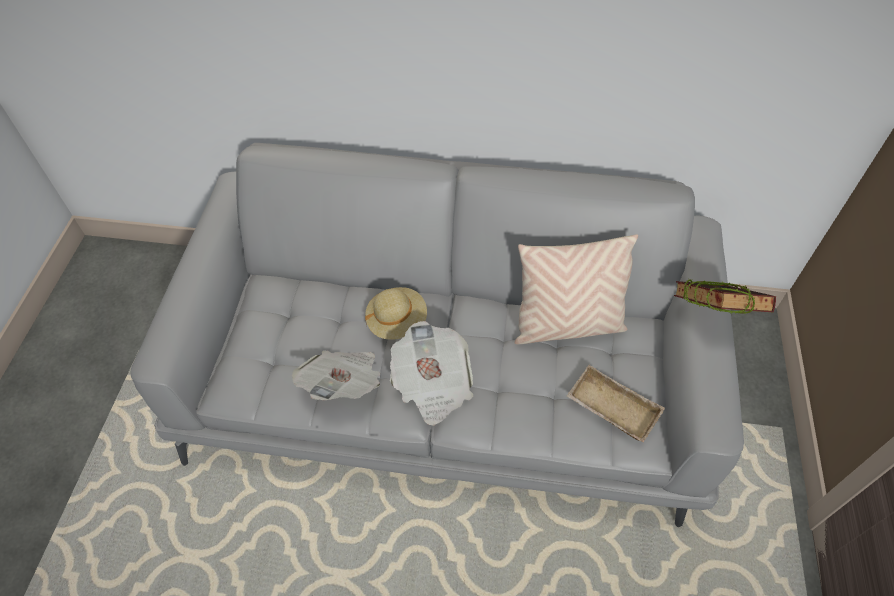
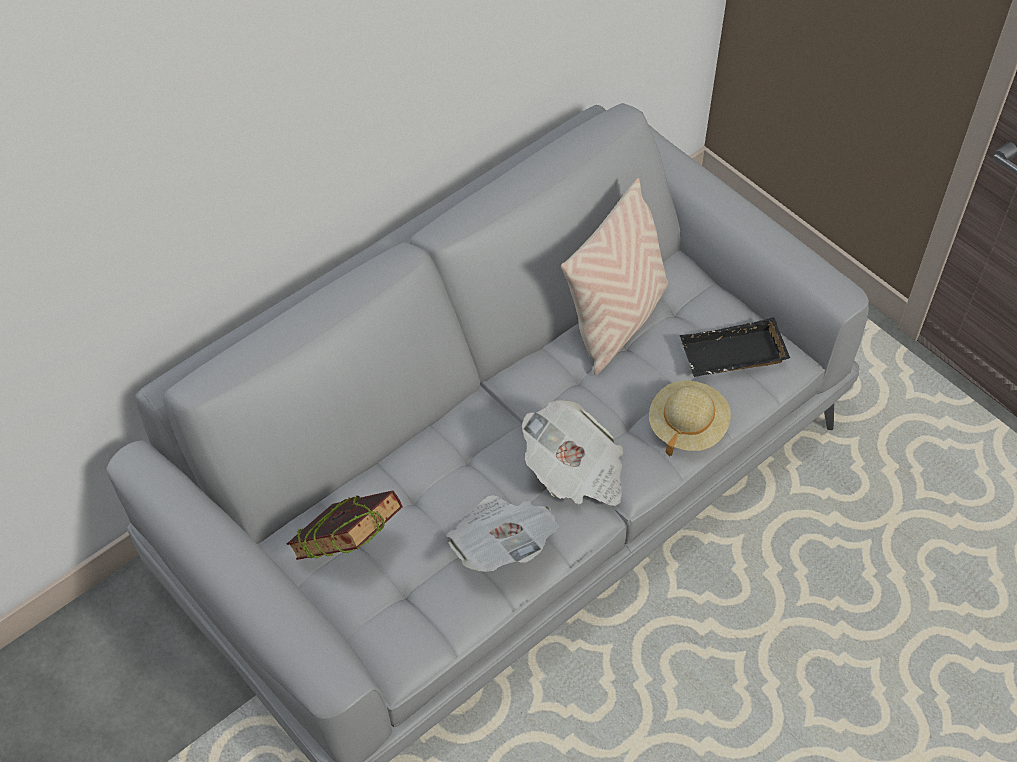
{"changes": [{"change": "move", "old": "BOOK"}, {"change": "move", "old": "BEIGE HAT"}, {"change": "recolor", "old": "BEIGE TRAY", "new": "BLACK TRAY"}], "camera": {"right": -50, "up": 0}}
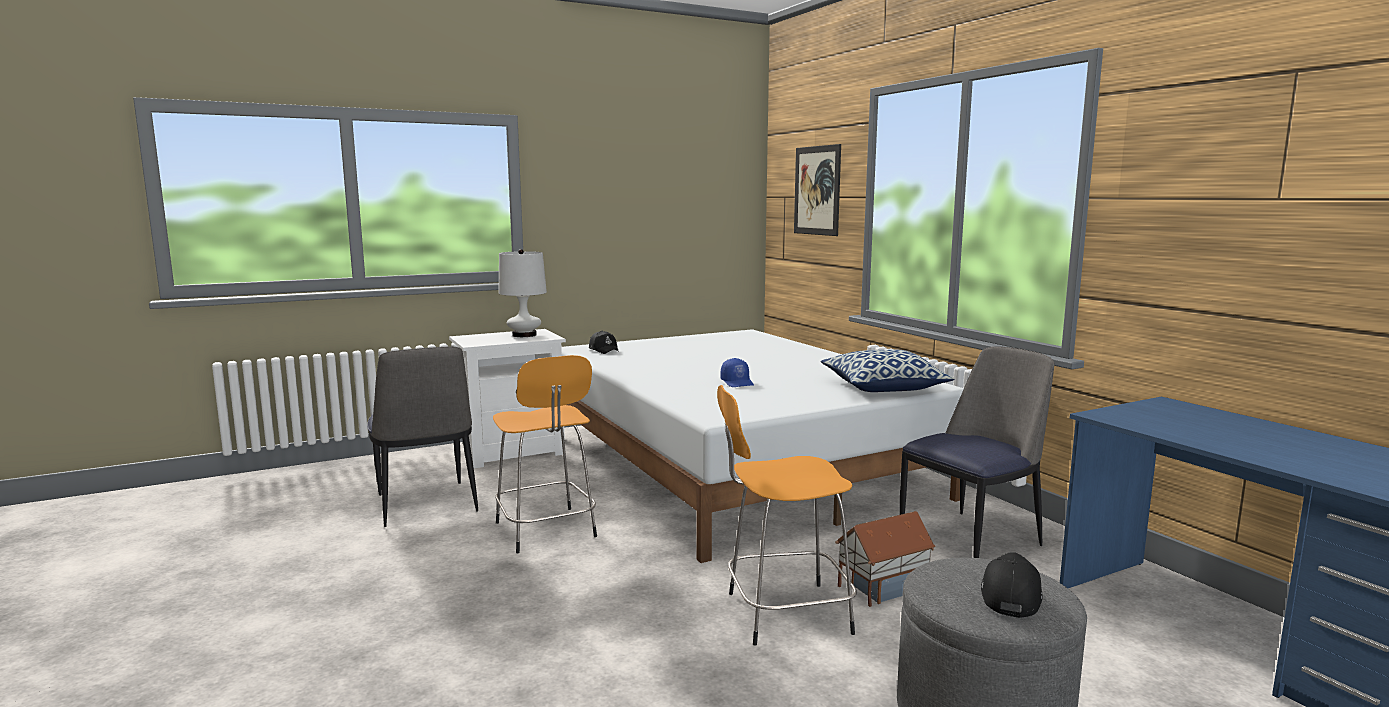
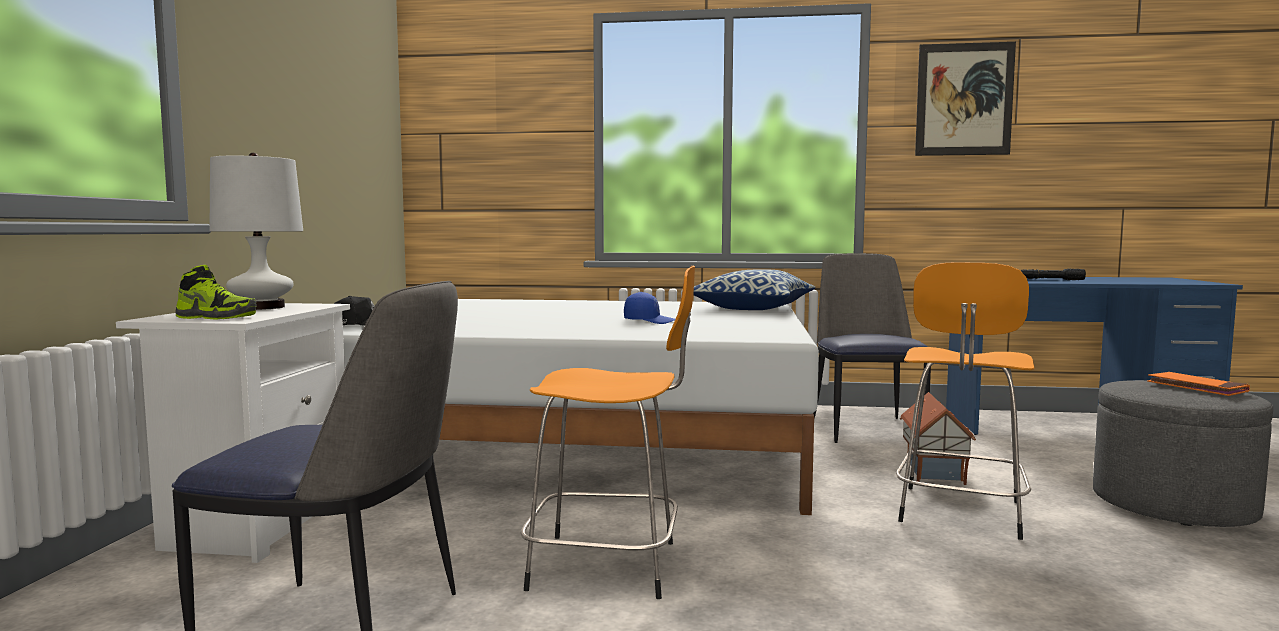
{"changes": [{"change": "move", "old": "PICTURE"}, {"change": "replace", "old": "BLACK CAP (2nd from left)", "new": "ORANGE BOOK"}, {"change": "insert", "new": "SHOE"}, {"change": "insert", "new": "BLACK FLASHLIGHT"}], "camera": {"right": -55, "up": -5}}
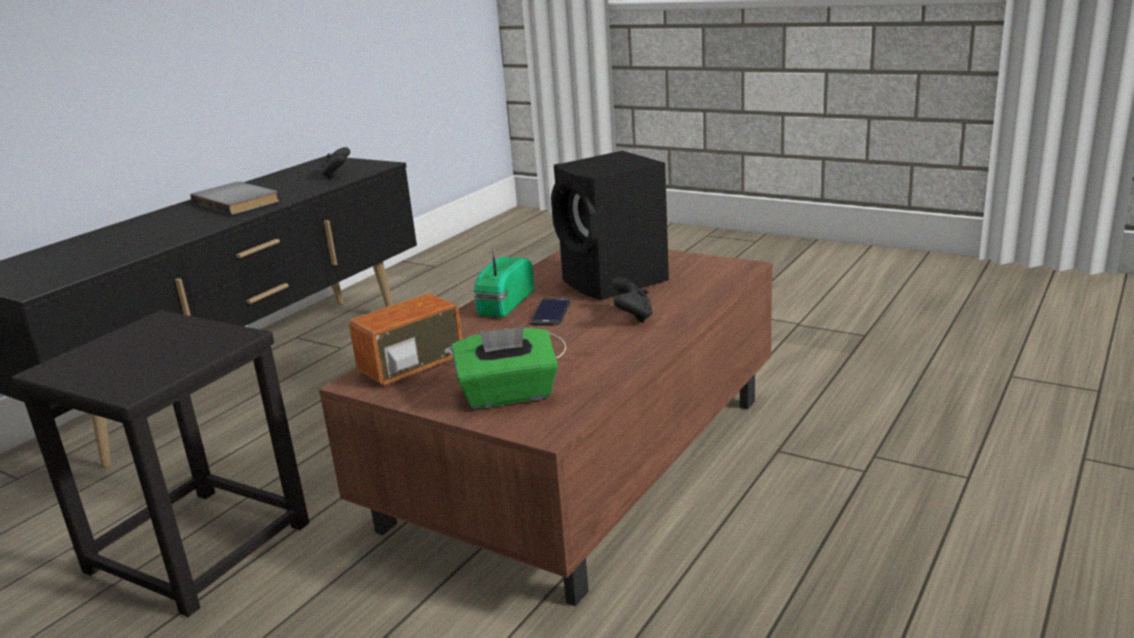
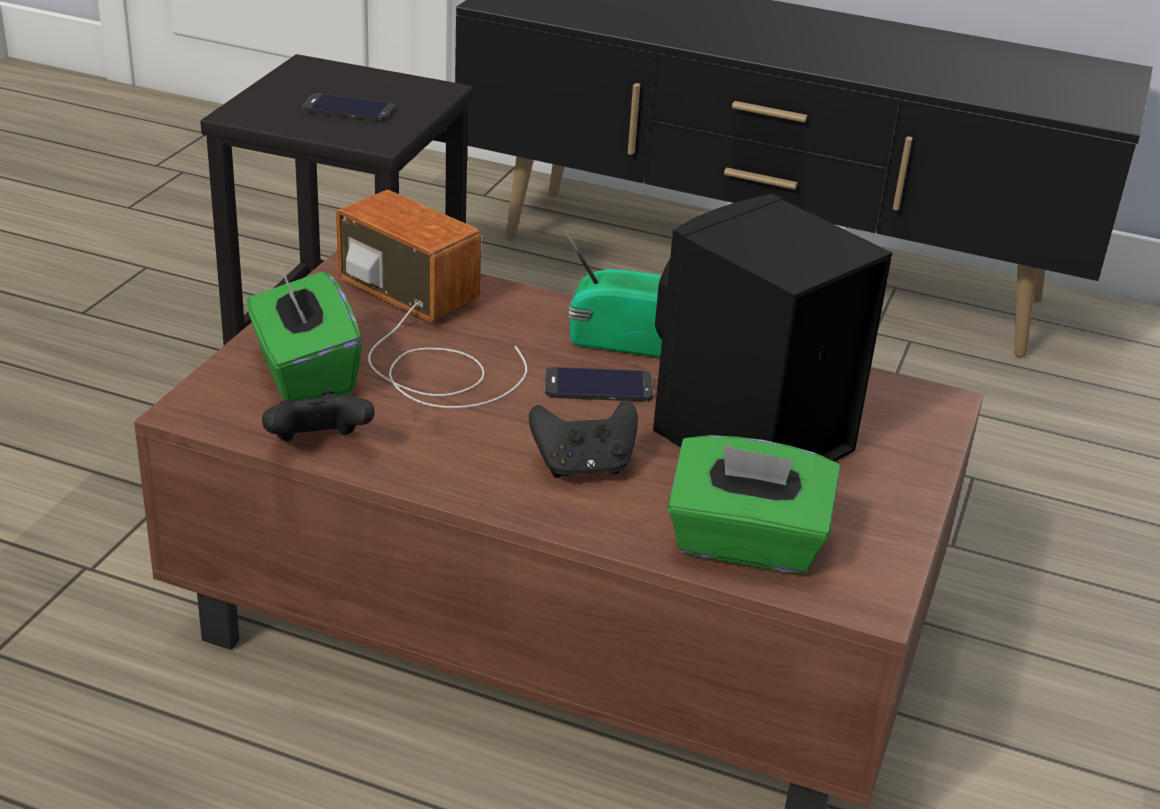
{"changes": [{"change": "move", "old": "BLACK GAME CONTROLLER (1st from left)"}, {"change": "delete", "old": "GREY BOOK"}, {"change": "insert", "new": "PHONE (1st from left)"}, {"change": "insert", "new": "GREEN TISSUE BOX (2nd from left)"}], "camera": {"right": 75, "up": 10}}
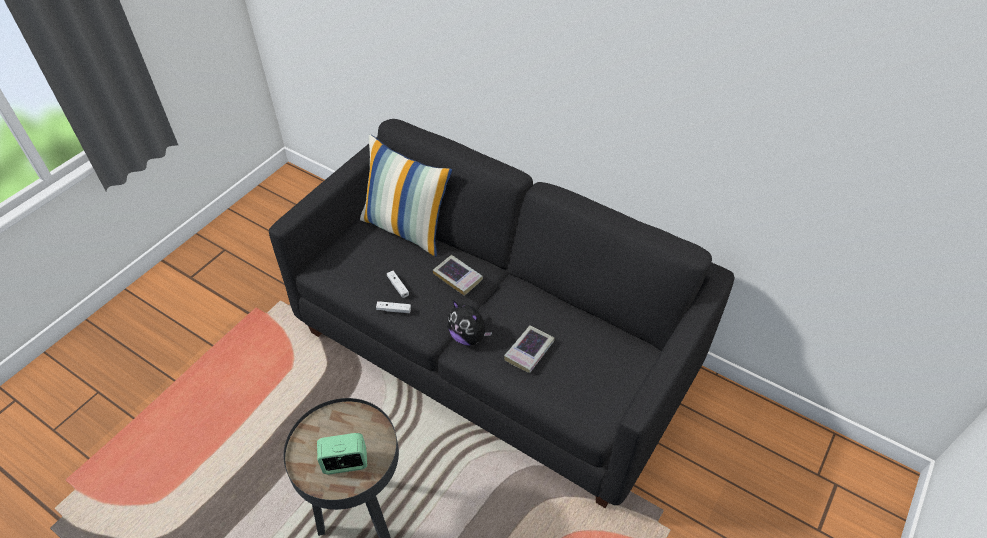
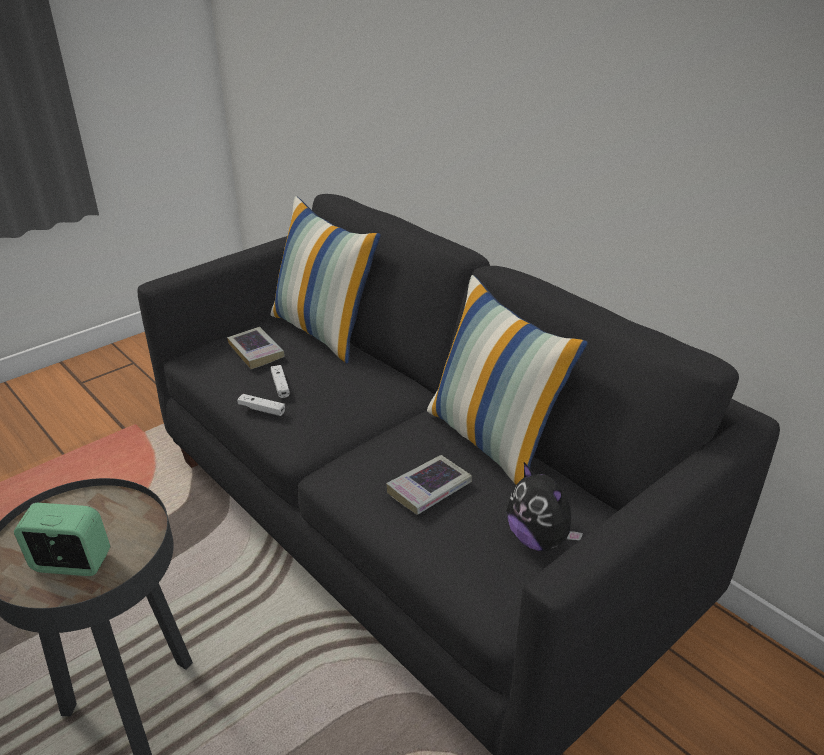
{"changes": [{"change": "move", "old": "BOOK (1st from left)"}, {"change": "move", "old": "PLUSH TOY"}, {"change": "insert", "new": "PILLOW (2nd from left)"}], "camera": {"right": 15, "up": -15}}
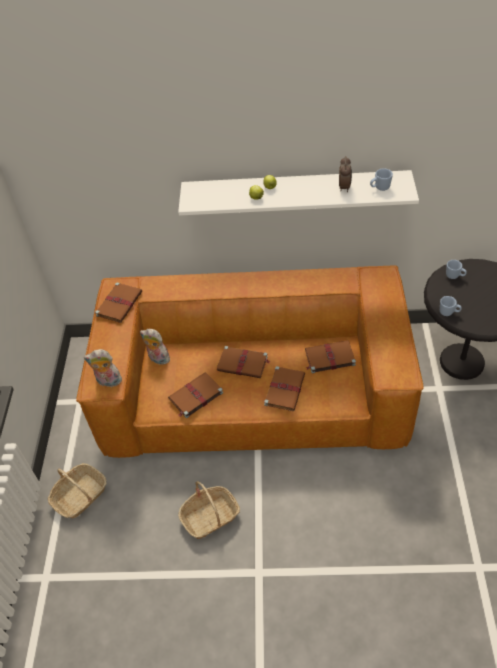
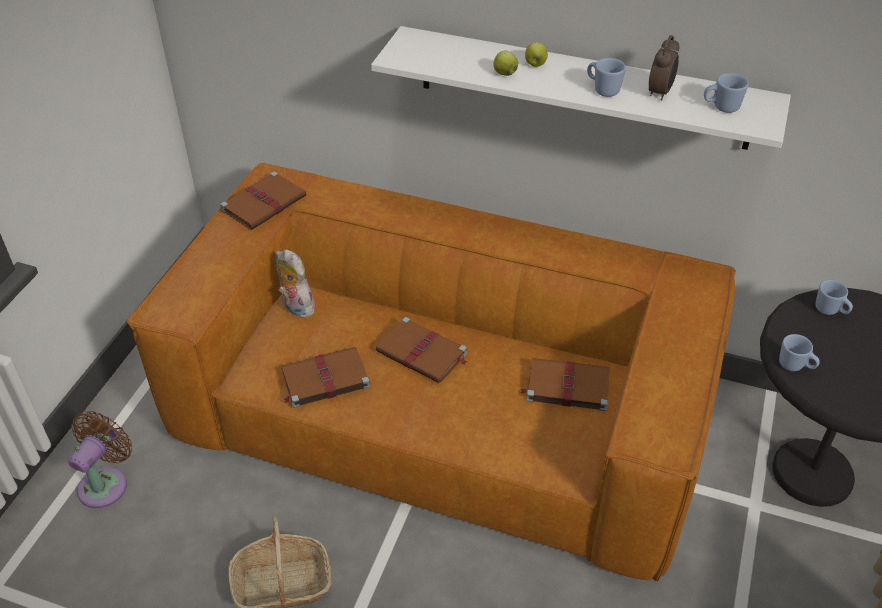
{"changes": [{"change": "delete", "old": "PLUSH TOY (1st from left)"}, {"change": "delete", "old": "BROWN BOOK (4th from left)"}, {"change": "replace", "old": "BASKET (1st from left)", "new": "BROWN FAN"}, {"change": "insert", "new": "BLUE MUG (1st from left)"}], "camera": {"right": 15, "up": -5}}
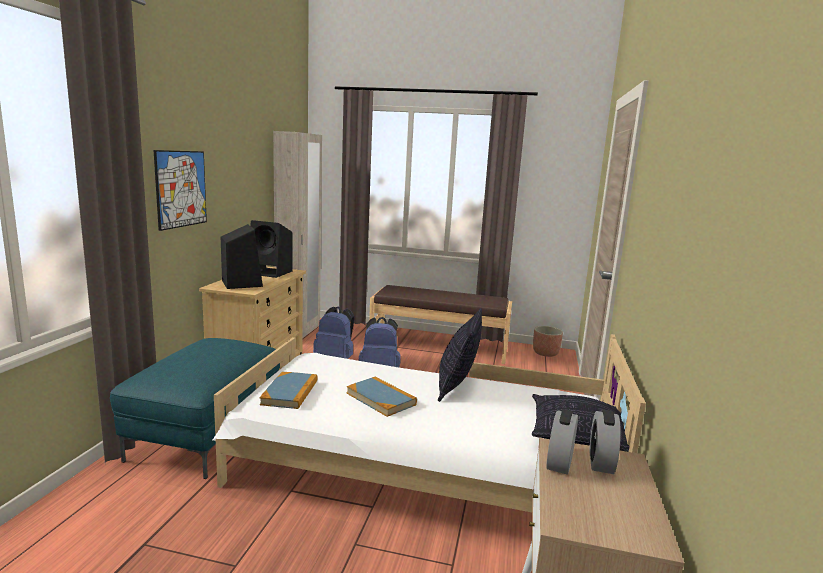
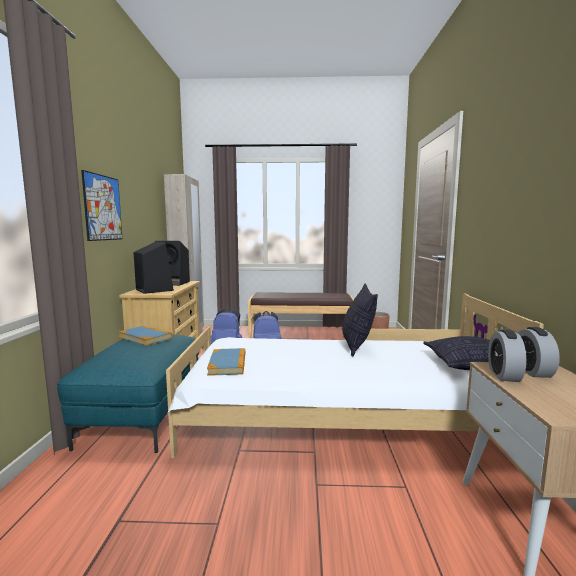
{"changes": [{"change": "move", "old": "BOOK (2nd from left in the first image)", "new": "BOOK (1st from left)"}], "camera": {"right": -10, "up": -5}}
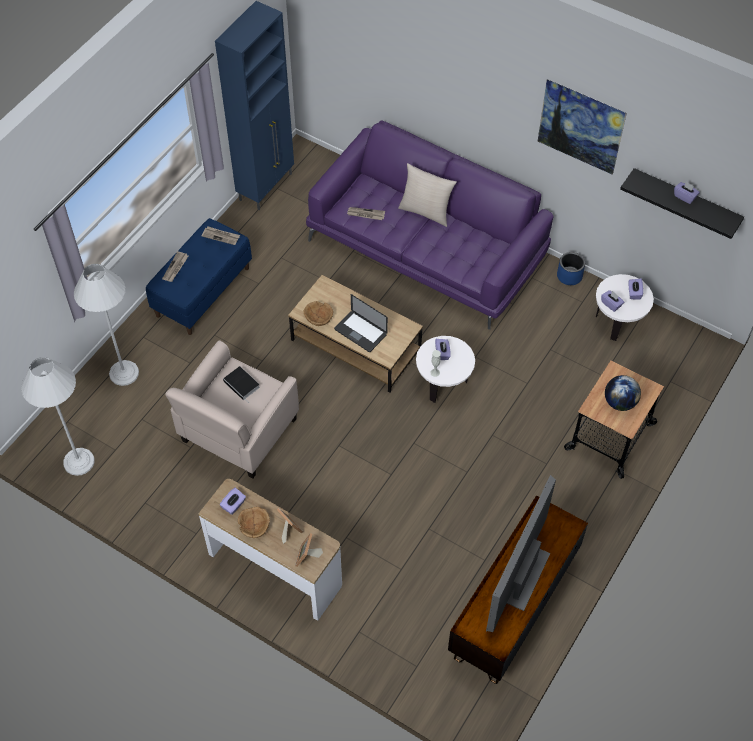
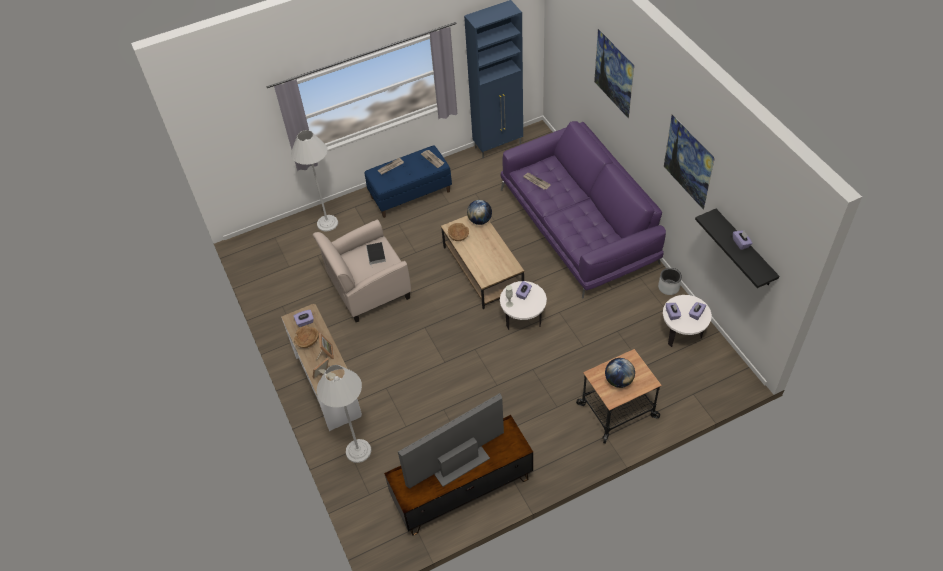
{"changes": [{"change": "delete", "old": "BEIGE PILLOW"}, {"change": "recolor", "old": "BLUE PLANTER", "new": "GREY PLANTER"}, {"change": "delete", "old": "LAPTOP"}, {"change": "move", "old": "WHITE FLOOR LAMP (1st from left in the first image)", "new": "WHITE FLOOR LAMP (2nd from left)"}, {"change": "insert", "new": "PICTURE (1st from left)"}, {"change": "insert", "new": "GLOBE (1st from left)"}], "camera": {"right": 35, "up": -5}}
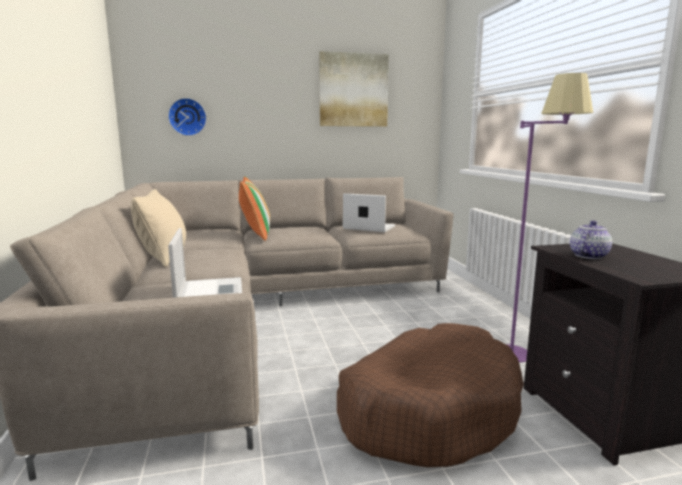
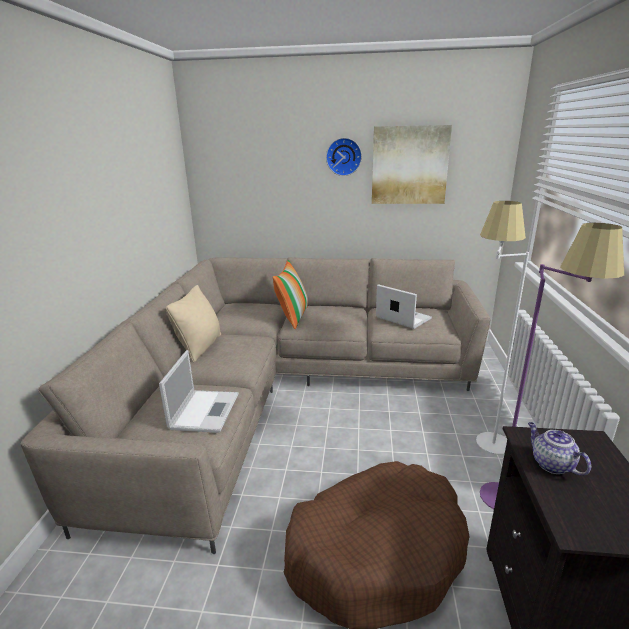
{"changes": [{"change": "move", "old": "WALL CLOCK"}, {"change": "rotate", "old": "TEAPOT", "degrees": -90}, {"change": "insert", "new": "WHITE FLOOR LAMP"}], "camera": {"right": 20, "up": 10}}
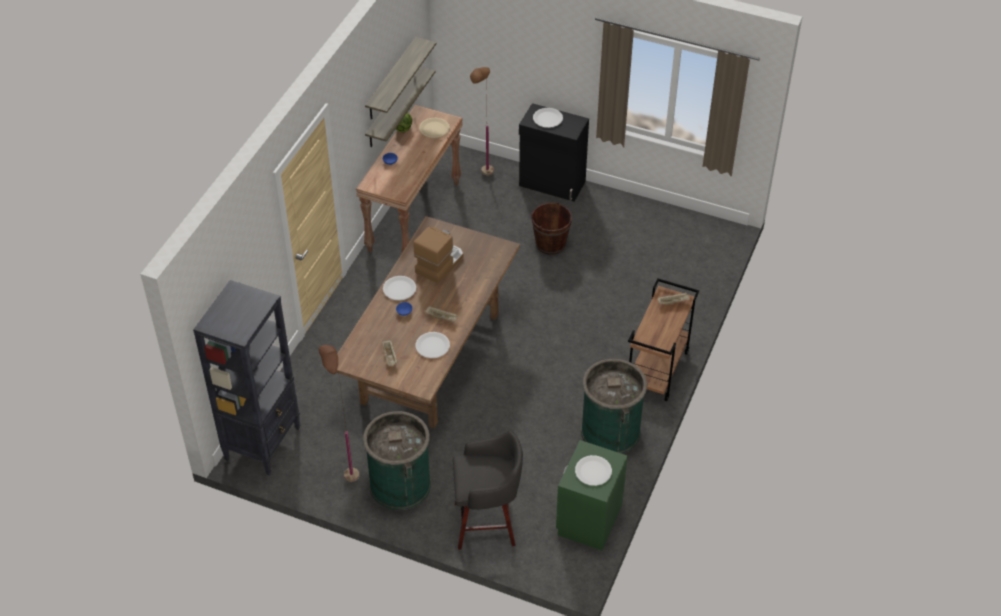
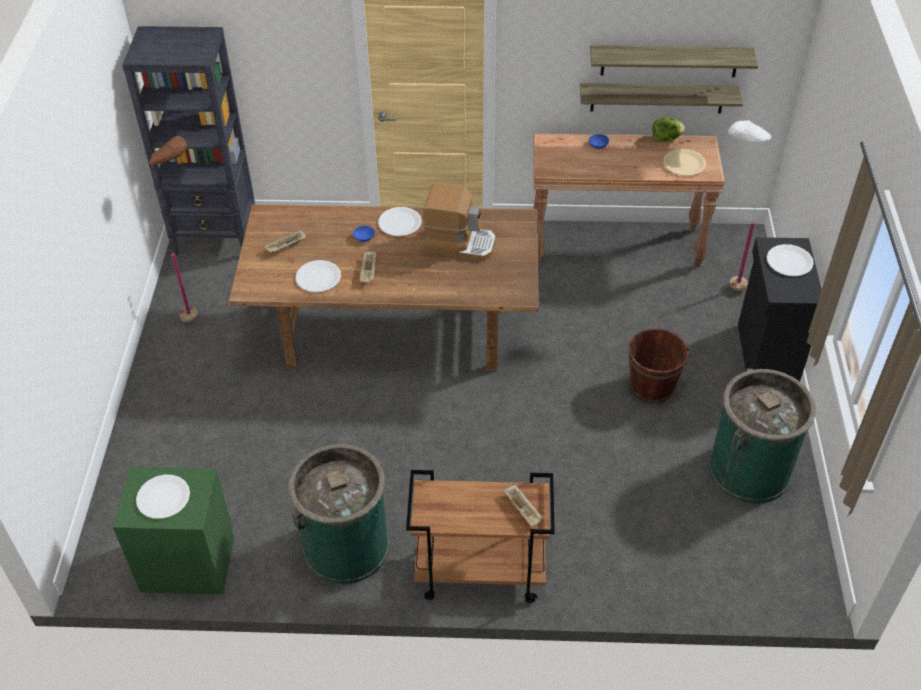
{"changes": [{"change": "recolor", "old": "BROWN FLOOR LAMP (2nd from left)", "new": "WHITE FLOOR LAMP"}, {"change": "move", "old": "GREEN TRASH CAN (1st from left in the first image)", "new": "GREEN TRASH CAN (2nd from left)"}, {"change": "delete", "old": "GREY STOOL"}], "camera": {"right": 70, "up": 0}}
